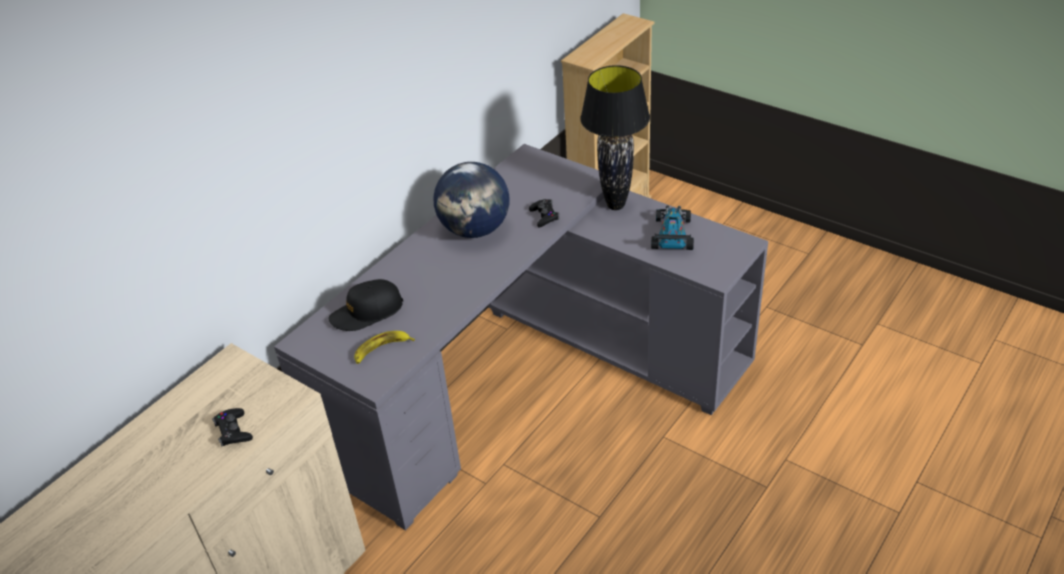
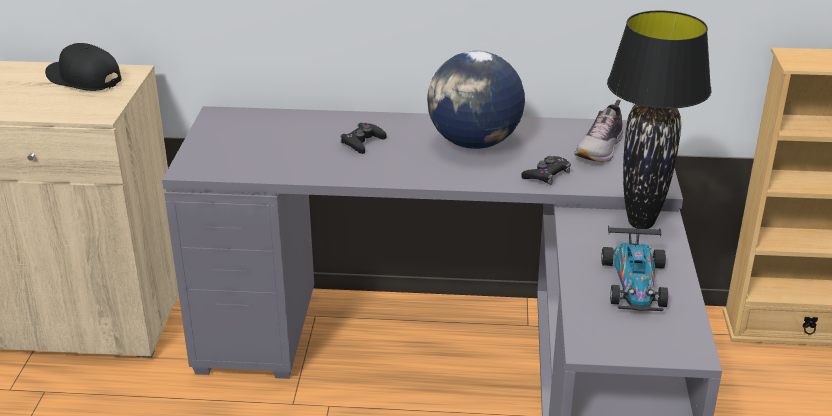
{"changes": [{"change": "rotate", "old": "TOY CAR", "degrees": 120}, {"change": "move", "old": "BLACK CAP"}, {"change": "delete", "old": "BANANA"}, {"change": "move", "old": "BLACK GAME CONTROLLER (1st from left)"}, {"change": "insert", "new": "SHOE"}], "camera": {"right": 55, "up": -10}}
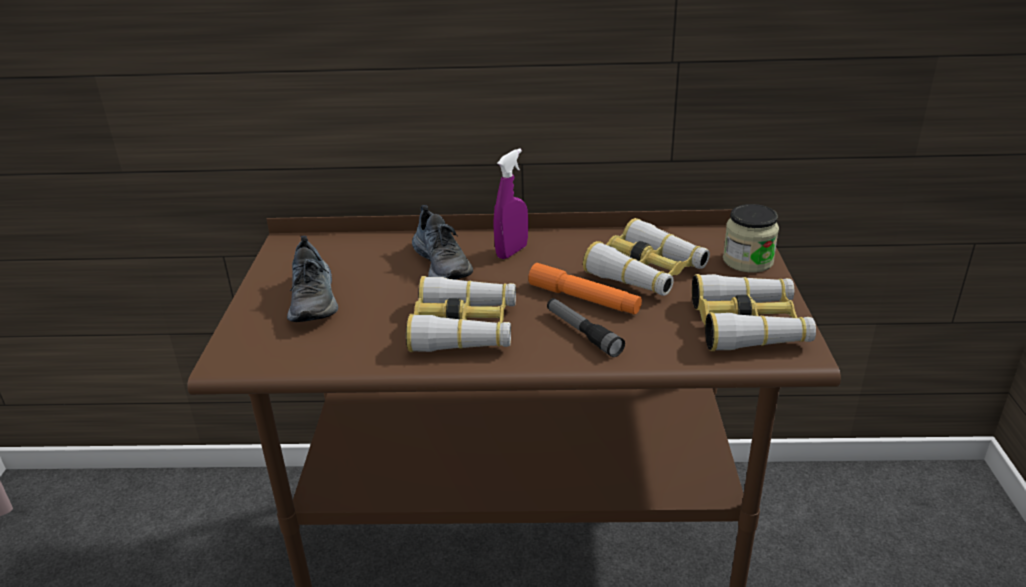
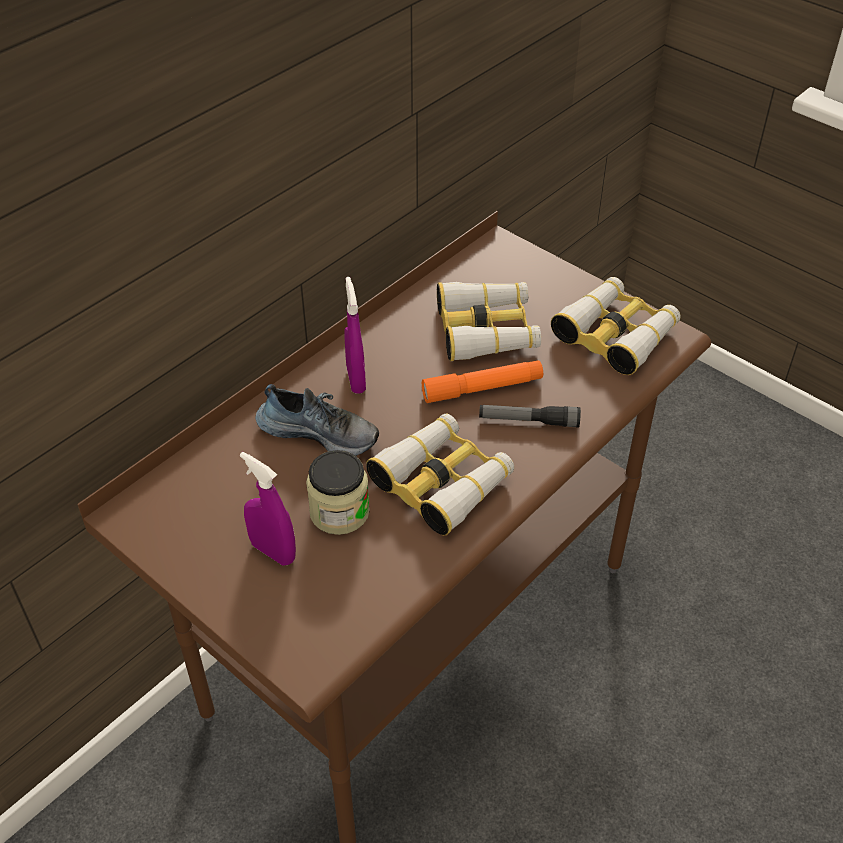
{"changes": [{"change": "move", "old": "JAR"}, {"change": "replace", "old": "SHOE (1st from left)", "new": "PURPLE SPRAY BOTTLE (1st from left)"}], "camera": {"right": -50, "up": 15}}
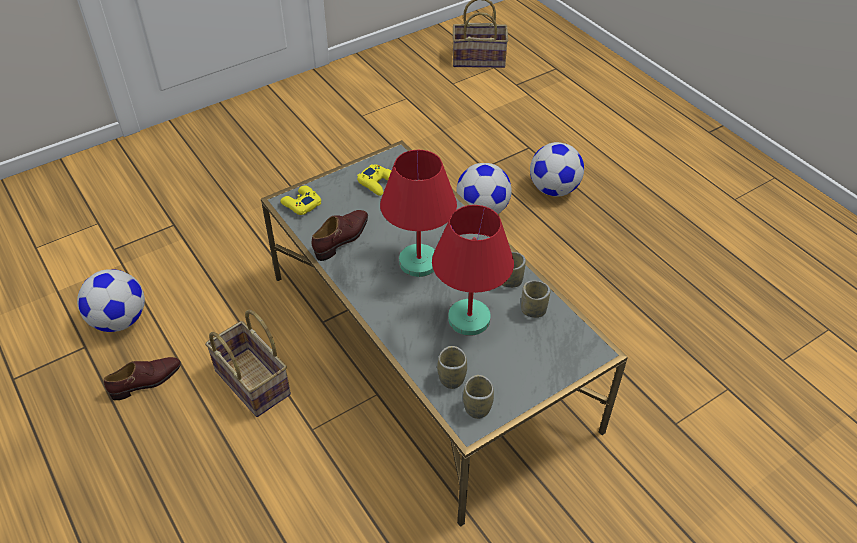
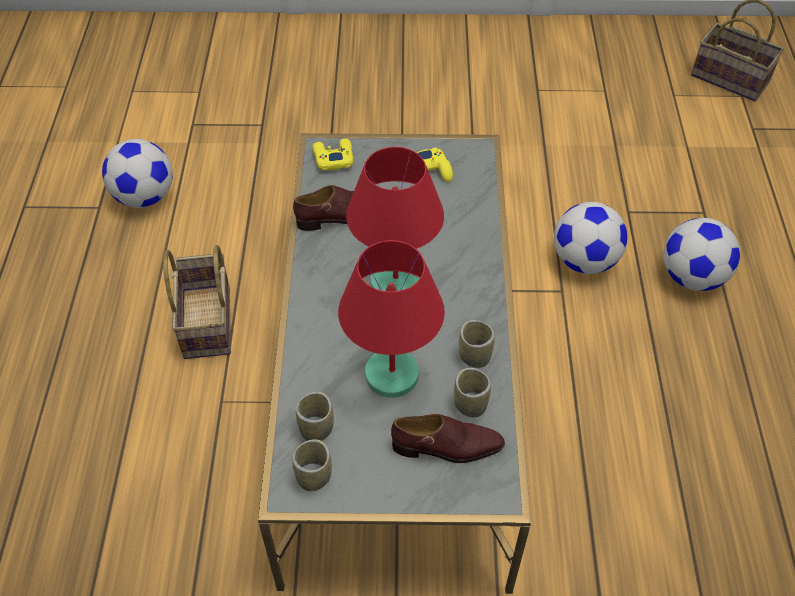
{"changes": [{"change": "move", "old": "BROWN SHOE (1st from left in the first image)", "new": "BROWN SHOE (2nd from left)"}], "camera": {"right": 35, "up": 5}}
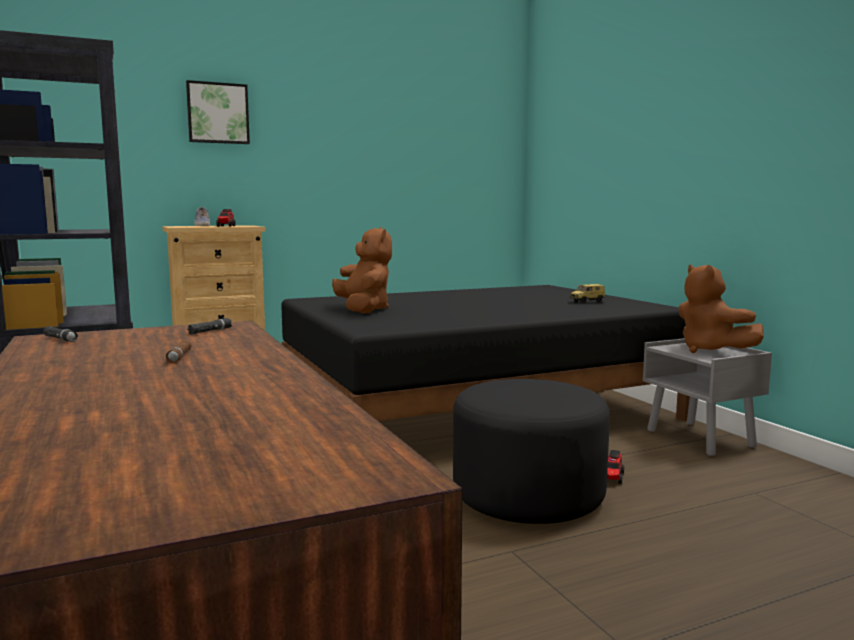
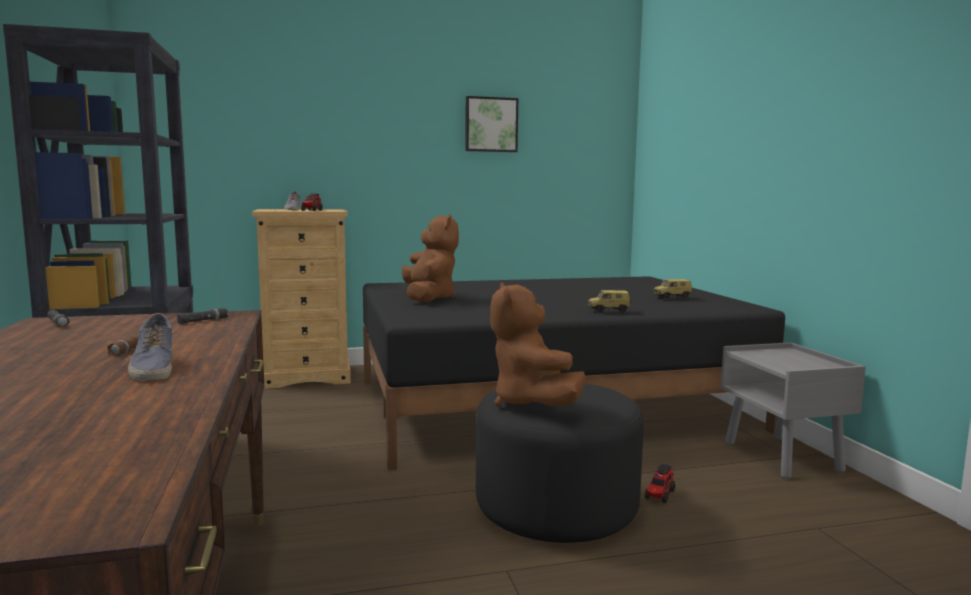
{"changes": [{"change": "move", "old": "PICTURE"}, {"change": "move", "old": "BROWN PLUSH TOY (2nd from left)"}, {"change": "insert", "new": "TOY CAR (1st from left)"}, {"change": "insert", "new": "SHOE (1st from left)"}], "camera": {"right": 10, "up": 0}}
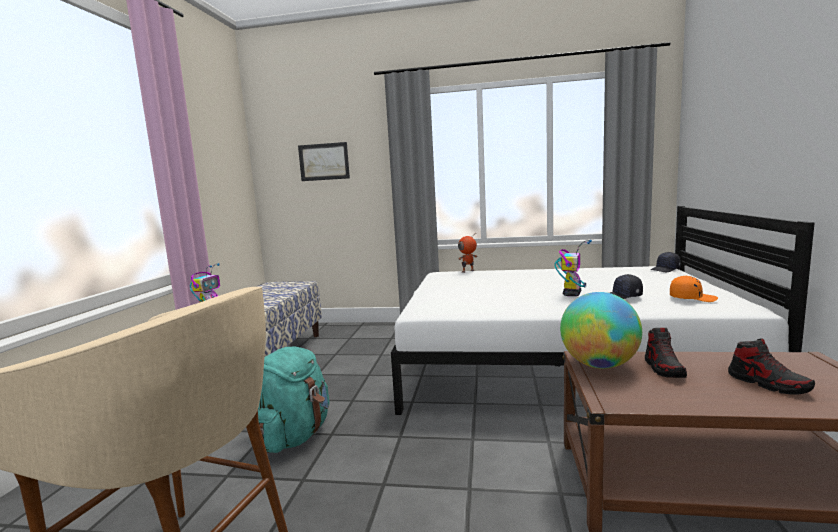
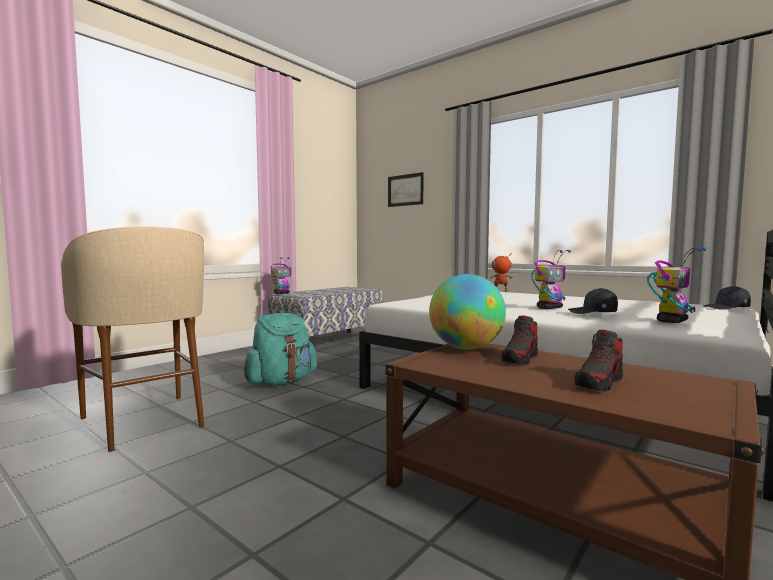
{"changes": [{"change": "replace", "old": "ORANGE CAP", "new": "TOY ROBOT (4th from left)"}, {"change": "rotate", "old": "SHOE (2nd from left)", "degrees": 45}], "camera": {"right": 30, "up": -5}}
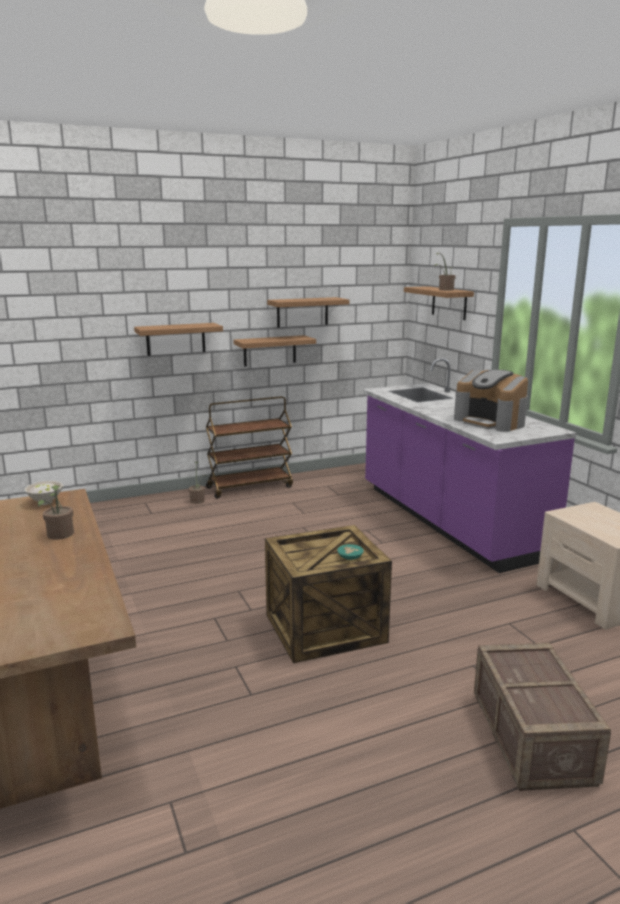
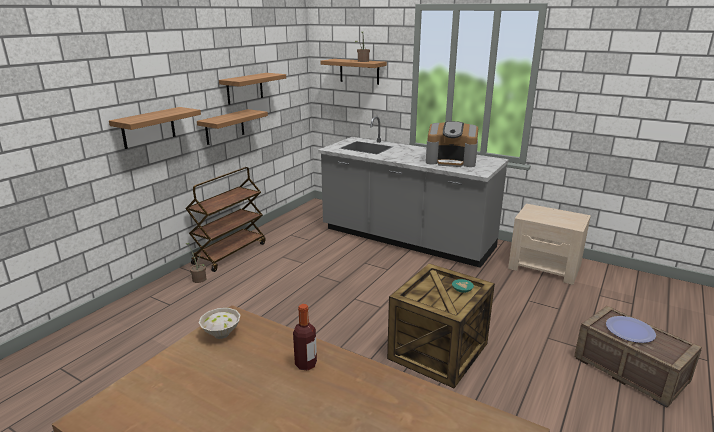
{"changes": [{"change": "recolor", "old": "PURPLE COUNTER", "new": "GREY COUNTER"}, {"change": "replace", "old": "POTTED PLANT (1st from left)", "new": "BOTTLE"}, {"change": "insert", "new": "PLATE"}], "camera": {"right": -35, "up": 5}}
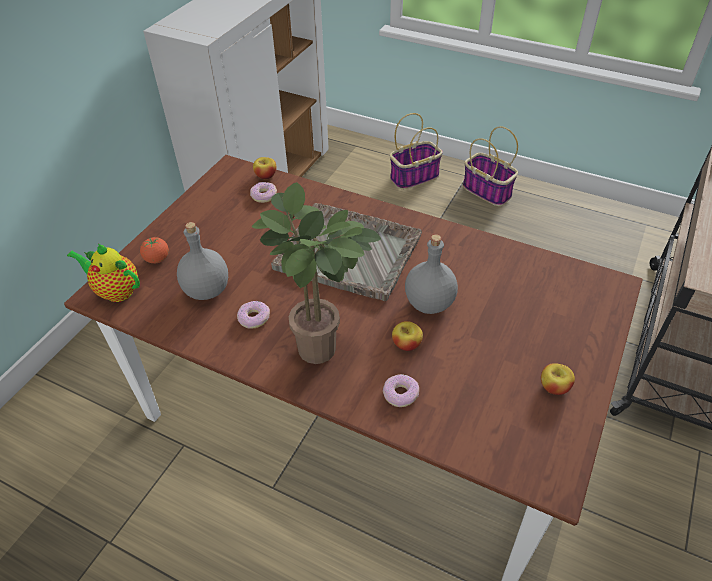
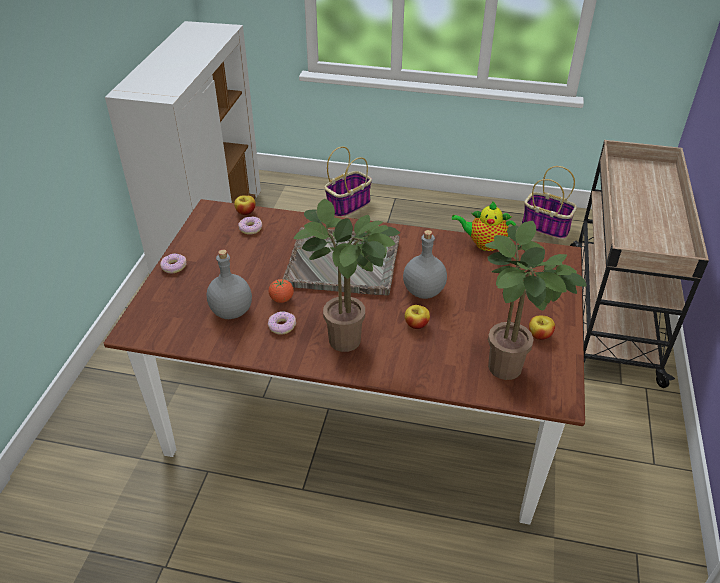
{"changes": [{"change": "move", "old": "BASKET (2nd from left)"}, {"change": "move", "old": "TOMATO"}, {"change": "move", "old": "TEAPOT"}, {"change": "move", "old": "DONUT (3rd from left in the first image)", "new": "DONUT (1st from left)"}, {"change": "insert", "new": "POTTED PLANT (2nd from left)"}], "camera": {"right": -15, "up": -5}}
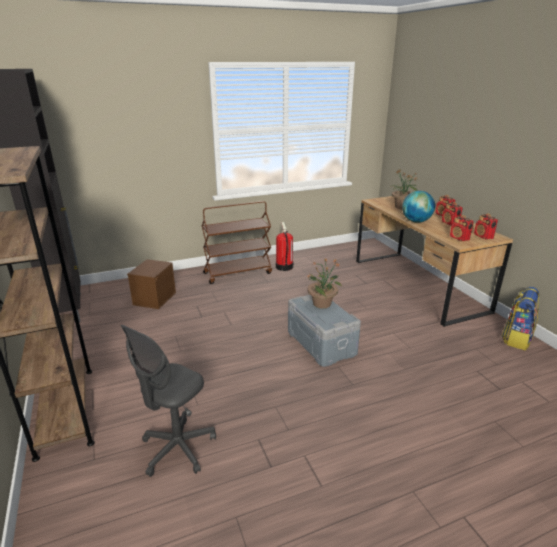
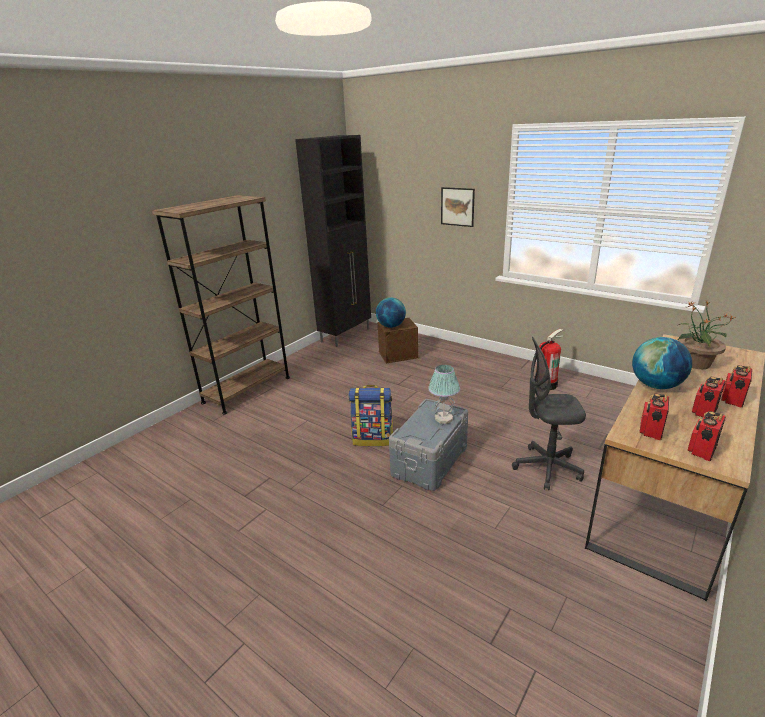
{"changes": [{"change": "delete", "old": "BROWN CART"}, {"change": "replace", "old": "POTTED PLANT (1st from left)", "new": "TABLE LAMP"}, {"change": "move", "old": "BACKPACK"}, {"change": "move", "old": "GREY OFFICE CHAIR"}, {"change": "insert", "new": "PICTURE"}, {"change": "insert", "new": "GLOBE (1st from left)"}], "camera": {"right": 60, "up": 0}}
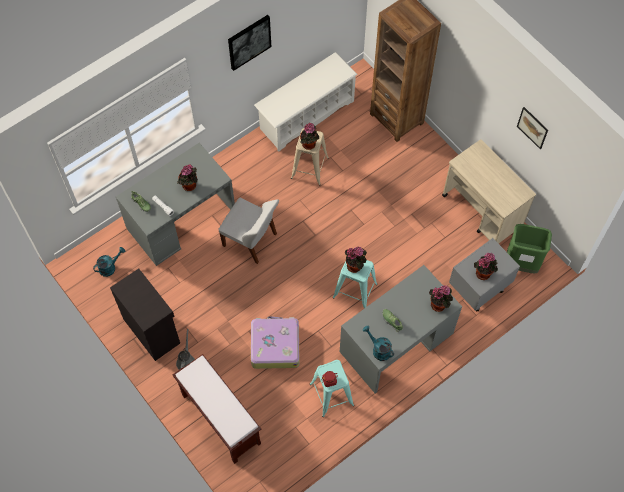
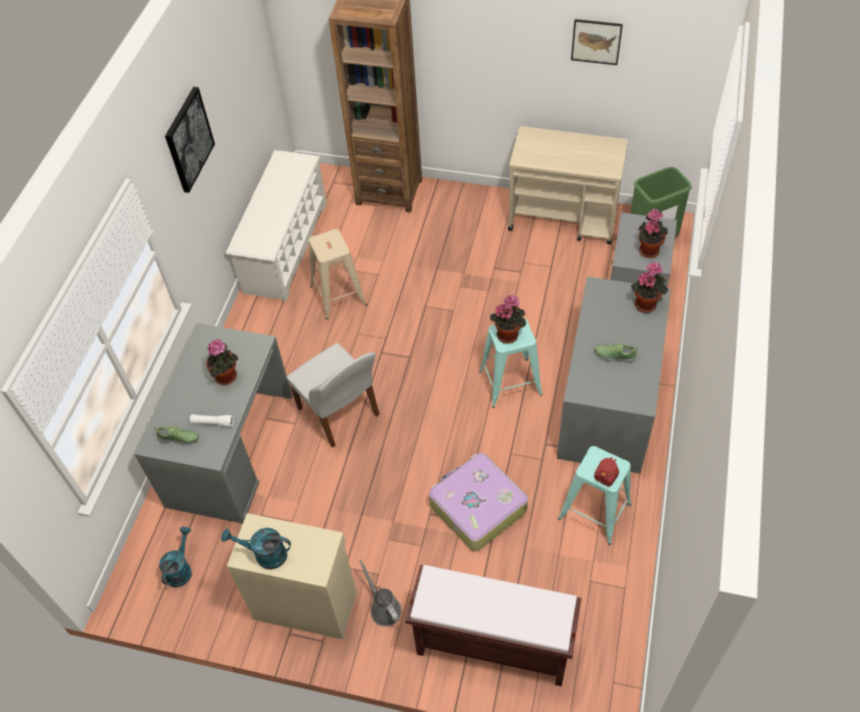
{"changes": [{"change": "delete", "old": "POTTED PLANT (2nd from left)"}, {"change": "rotate", "old": "WHITE CHAIR", "degrees": 60}, {"change": "recolor", "old": "BLACK CABINET", "new": "BEIGE CABINET"}, {"change": "move", "old": "TURQUOISE WATERING CAN (2nd from left)"}], "camera": {"right": -35, "up": -10}}
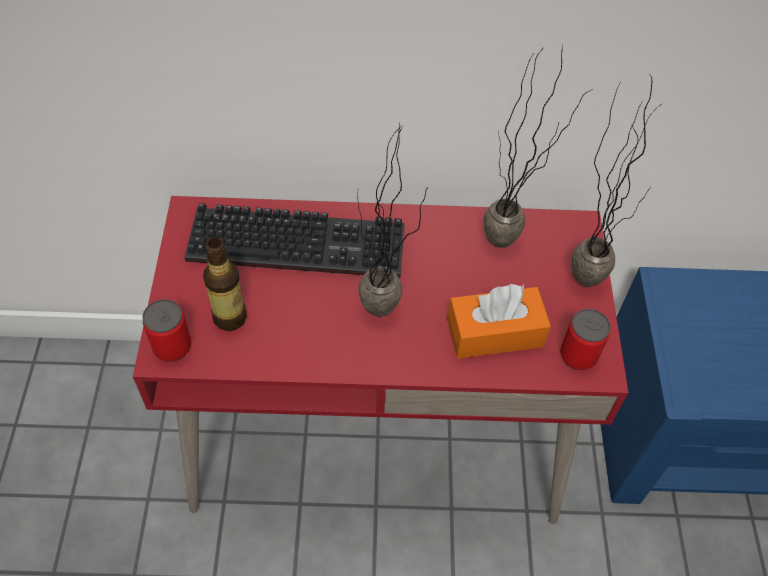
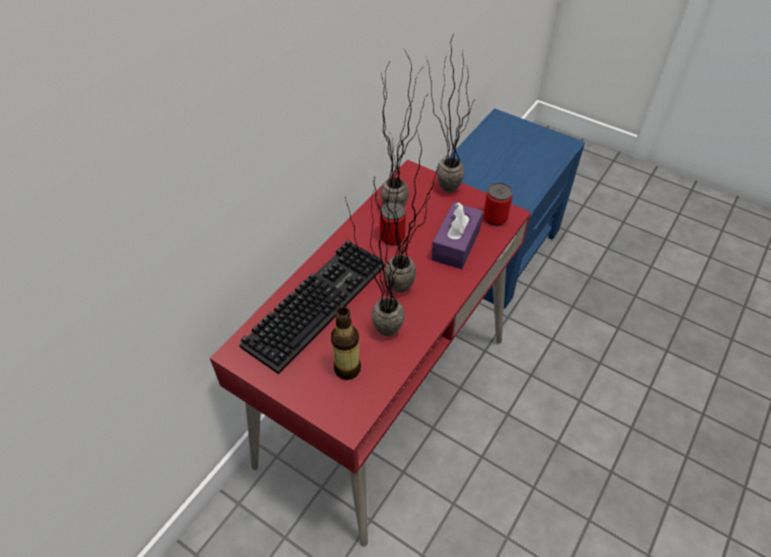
{"changes": [{"change": "recolor", "old": "ORANGE TISSUE BOX", "new": "PURPLE TISSUE BOX"}, {"change": "move", "old": "CAN (1st from left)"}, {"change": "insert", "new": "POTTED PLANT (1st from left)"}], "camera": {"right": -55, "up": -5}}
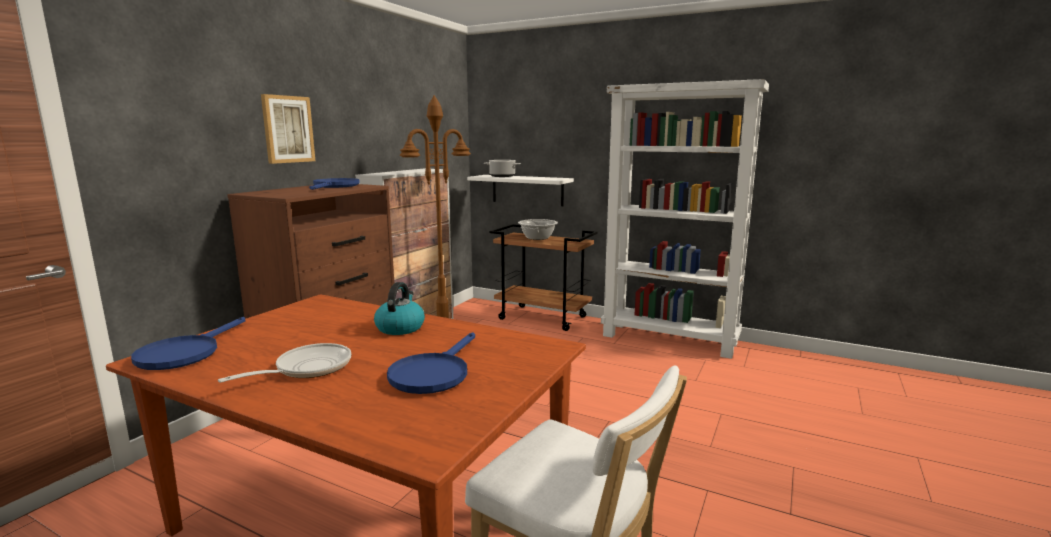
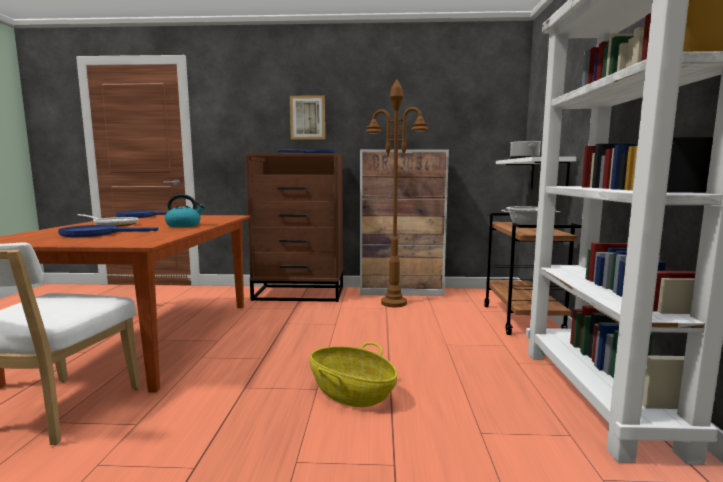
{"changes": [{"change": "insert", "new": "BASKET"}], "camera": {"right": 65, "up": -5}}
